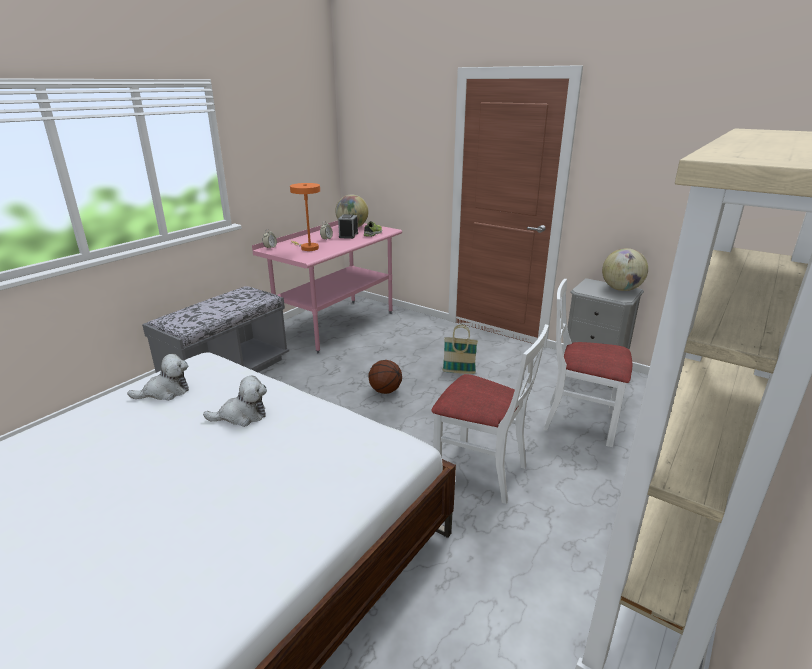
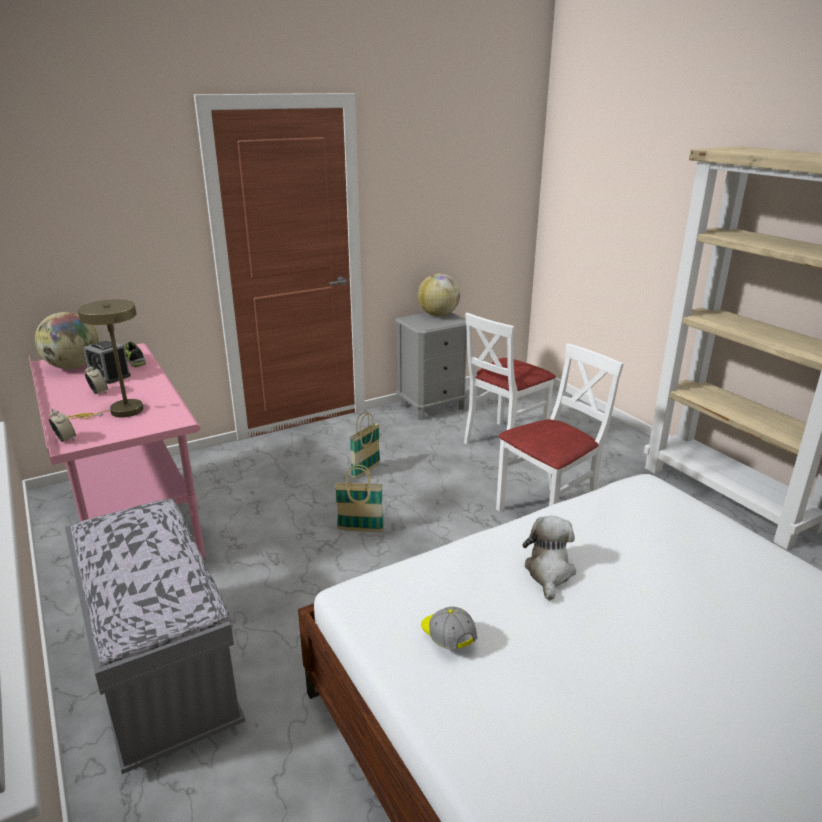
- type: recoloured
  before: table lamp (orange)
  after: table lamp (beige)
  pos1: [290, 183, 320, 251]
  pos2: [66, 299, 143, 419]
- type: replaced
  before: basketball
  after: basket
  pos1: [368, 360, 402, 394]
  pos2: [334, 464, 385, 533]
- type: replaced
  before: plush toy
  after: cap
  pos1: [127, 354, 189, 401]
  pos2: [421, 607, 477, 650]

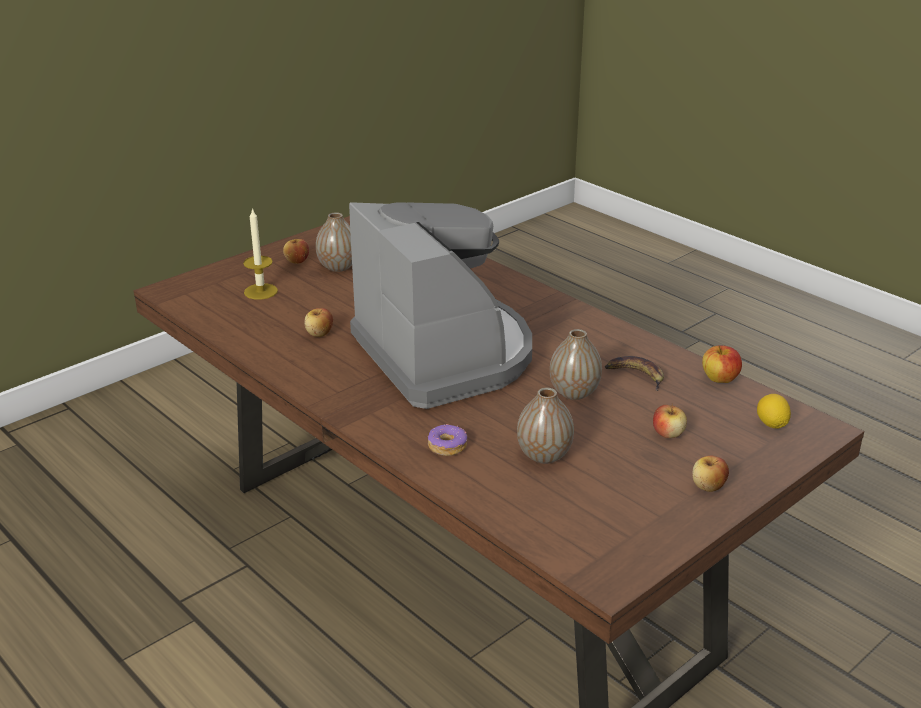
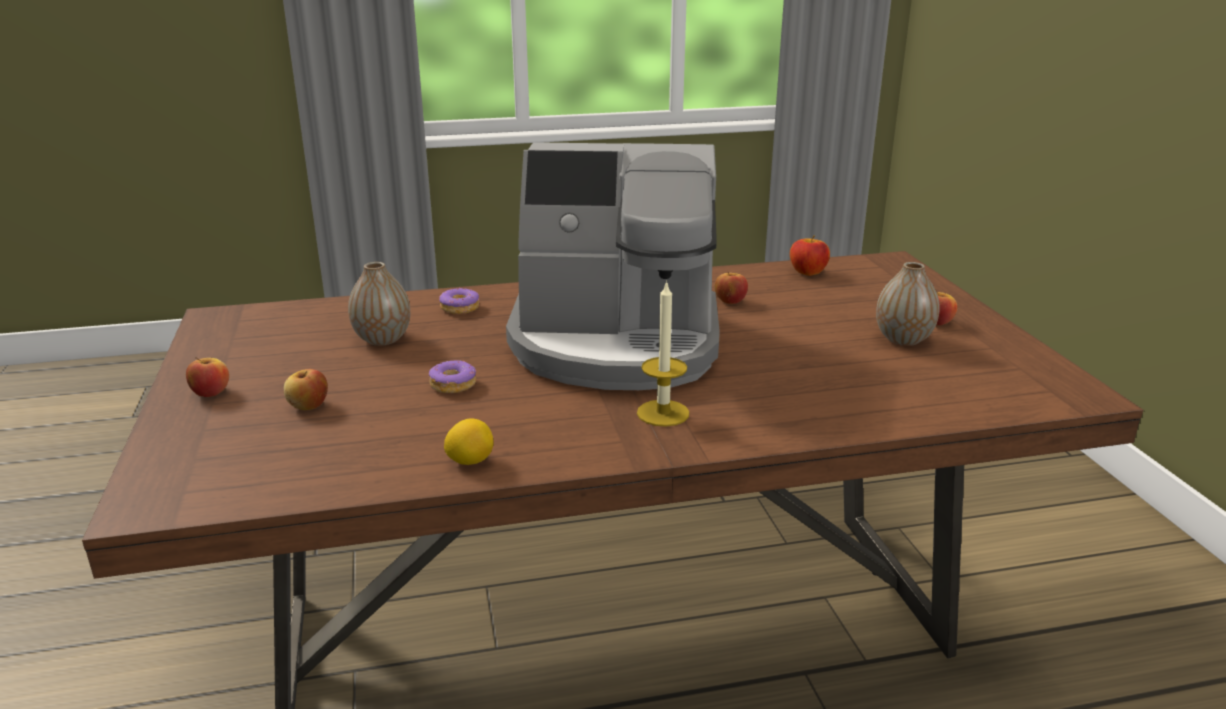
- type: replaced
  before: vase
  after: donut
  pos1: [550, 329, 602, 400]
  pos2: [429, 360, 476, 393]
- type: moved
  before: lemon
  pos1: [757, 394, 791, 429]
  pos2: [444, 418, 494, 465]
- type: moved
  before: candle
  pos1: [243, 208, 278, 300]
  pos2: [637, 280, 689, 427]
- type: moved
  before: apple
  pos1: [702, 346, 742, 383]
  pos2: [790, 235, 830, 276]
- type: removed
  before: banana
  pos1: [605, 356, 664, 391]

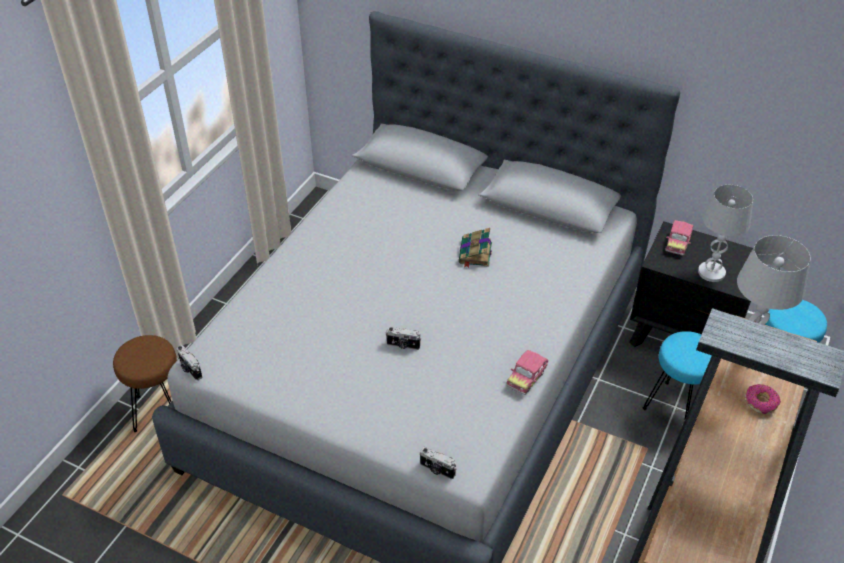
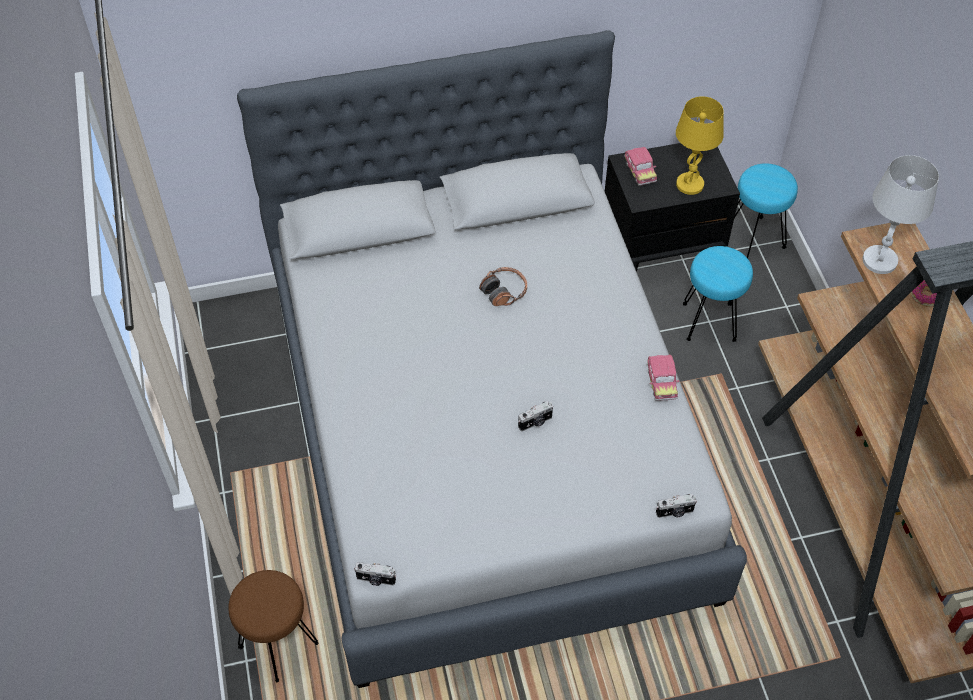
- type: replaced
  before: book
  after: headphones
  pos1: [459, 228, 492, 268]
  pos2: [479, 267, 527, 306]
- type: recoloured
  before: table lamp (white)
  after: table lamp (yellow)
  pos1: [698, 185, 753, 282]
  pos2: [676, 96, 724, 195]

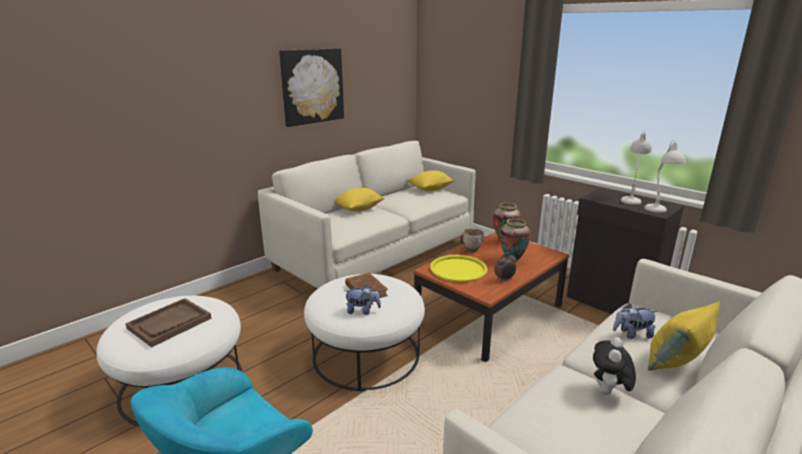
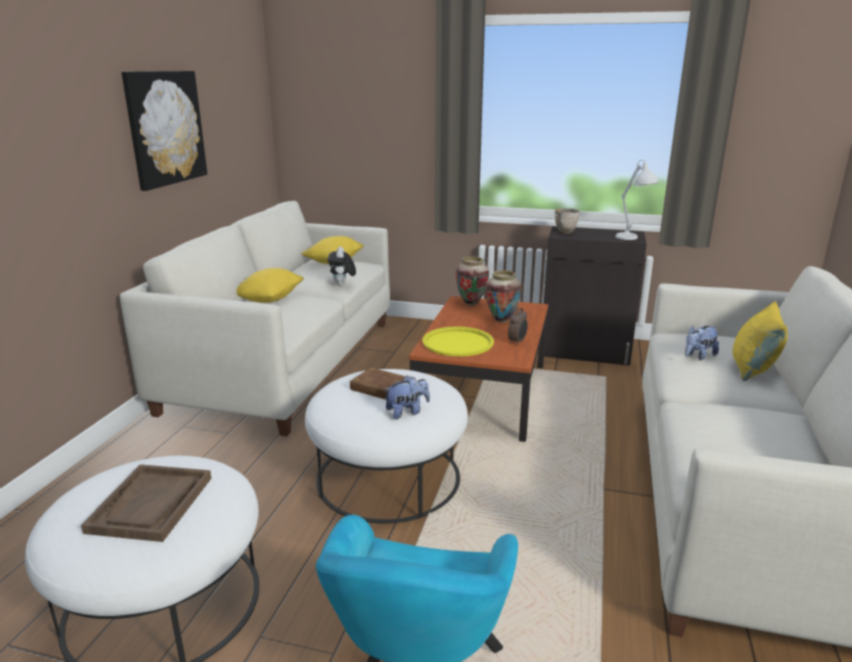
- type: moved
  before: plush toy
  pos1: [593, 337, 636, 395]
  pos2: [327, 246, 356, 286]
- type: moved
  before: bowl
  pos1: [461, 228, 485, 252]
  pos2: [554, 208, 580, 234]
- type: removed
  before: table lamp (white)
  pos1: [621, 132, 652, 205]

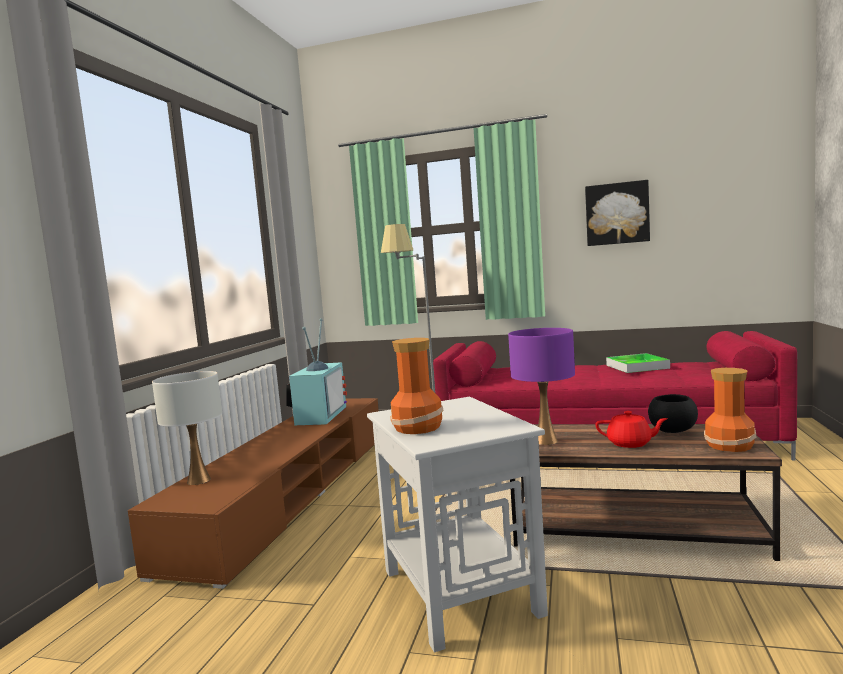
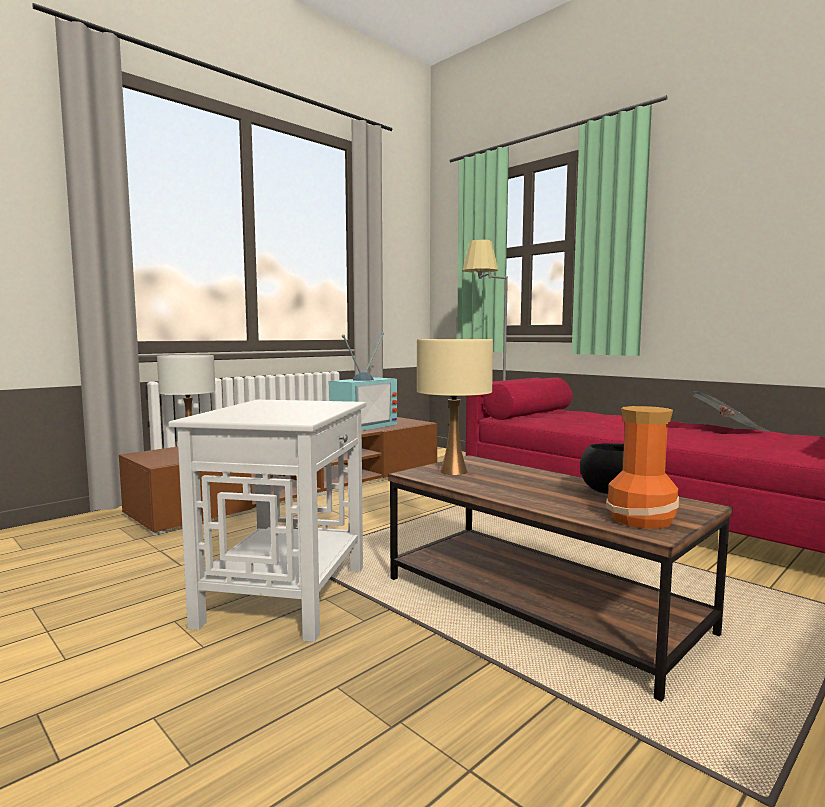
- type: recoloured
  before: table lamp (purple)
  after: table lamp (beige)
  pos1: [508, 328, 575, 445]
  pos2: [417, 339, 493, 475]
- type: replaced
  before: tray
  after: newspaper
  pos1: [606, 353, 670, 373]
  pos2: [692, 391, 769, 432]
- type: removed
  before: vase
  pos1: [390, 338, 444, 434]
- type: removed
  before: picture
  pos1: [585, 180, 650, 246]
- type: removed
  before: teapot (red)
  pos1: [595, 411, 667, 448]

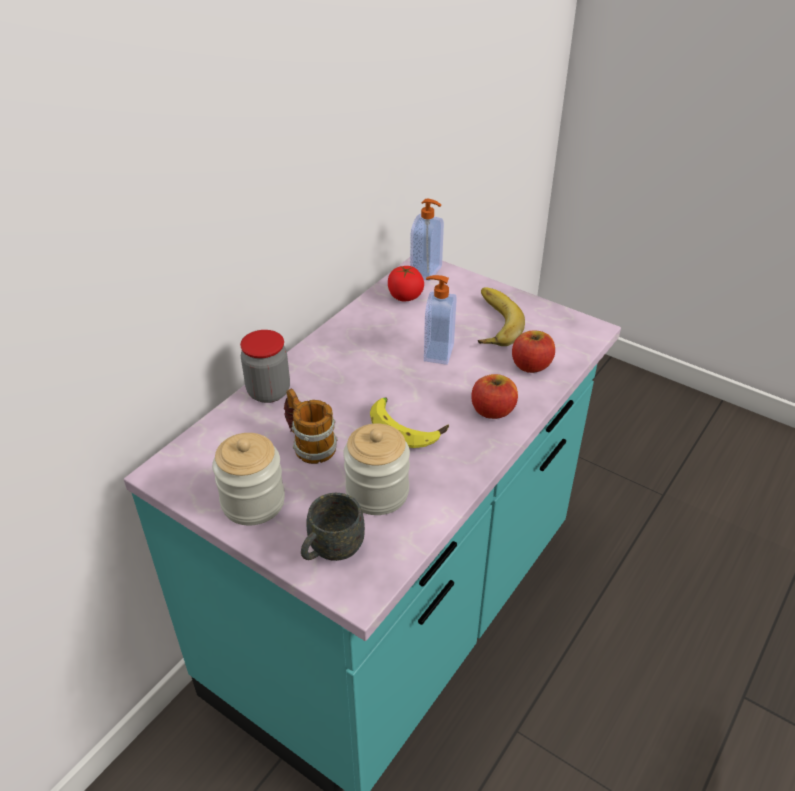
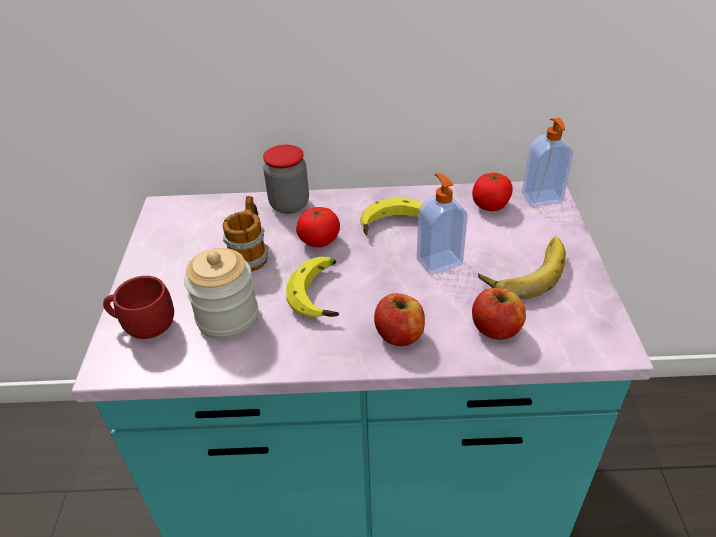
- type: recoloured
  before: mug (grey)
  after: mug (red)
  pos1: [301, 493, 365, 561]
  pos2: [103, 276, 174, 339]
- type: added
  after: tomato
  pos2: [296, 207, 340, 247]
- type: added
  after: banana
  pos2: [360, 198, 423, 235]
- type: removed
  before: jar
  pos1: [212, 433, 285, 525]

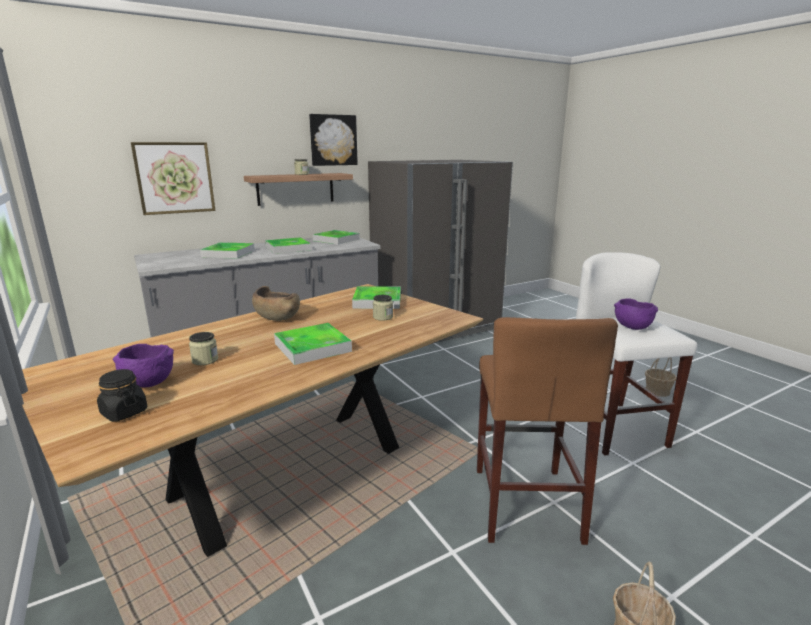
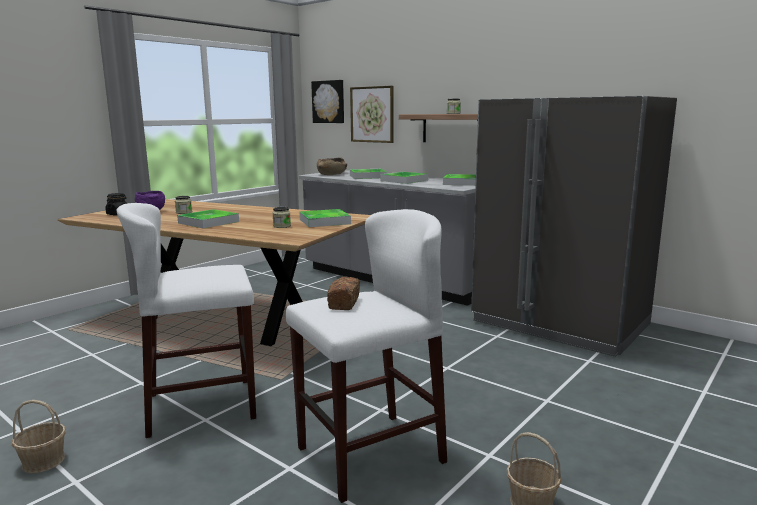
- type: recoloured
  before: stool (brown)
  after: stool (white)
  pos1: [477, 317, 618, 545]
  pos2: [117, 203, 256, 438]
- type: moved
  before: picture
  pos1: [309, 114, 358, 166]
  pos2: [311, 80, 344, 123]
- type: moved
  before: bowl (brown)
  pos1: [252, 286, 300, 321]
  pos2: [317, 157, 347, 175]
- type: replaced
  before: bowl (purple)
  after: bread
  pos1: [614, 299, 658, 330]
  pos2: [327, 277, 360, 310]

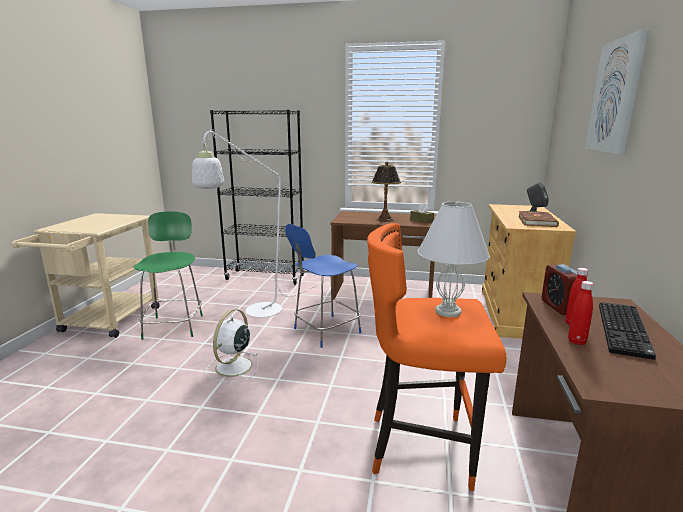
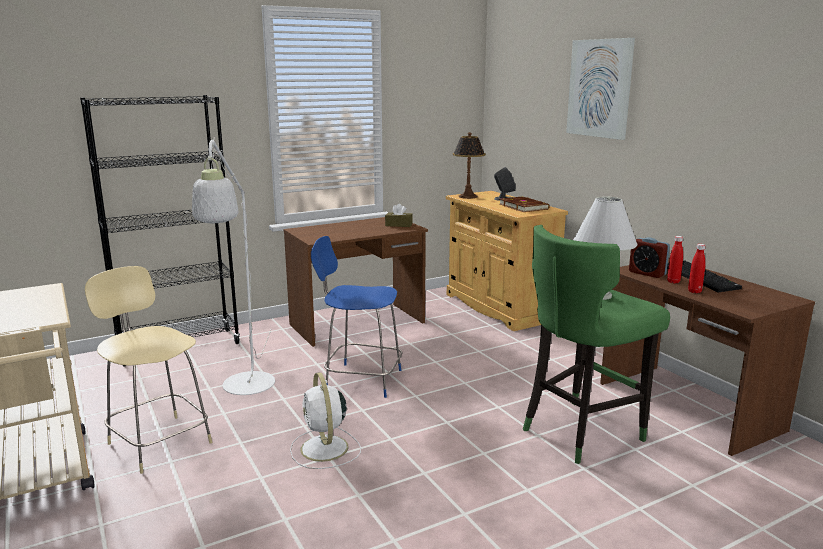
- type: recoloured
  before: chair (green)
  after: chair (beige)
  pos1: [133, 211, 203, 340]
  pos2: [85, 266, 212, 474]
- type: turned
  before: chair (blue)
  pos1: [285, 224, 361, 348]
  pos2: [311, 236, 402, 398]
  turn: 90
- type: moved
  before: table lamp
  pos1: [372, 162, 401, 222]
  pos2: [453, 132, 486, 199]
- type: recoloured
  before: stool (orange)
  after: stool (green)
  pos1: [367, 223, 507, 491]
  pos2: [523, 225, 670, 464]

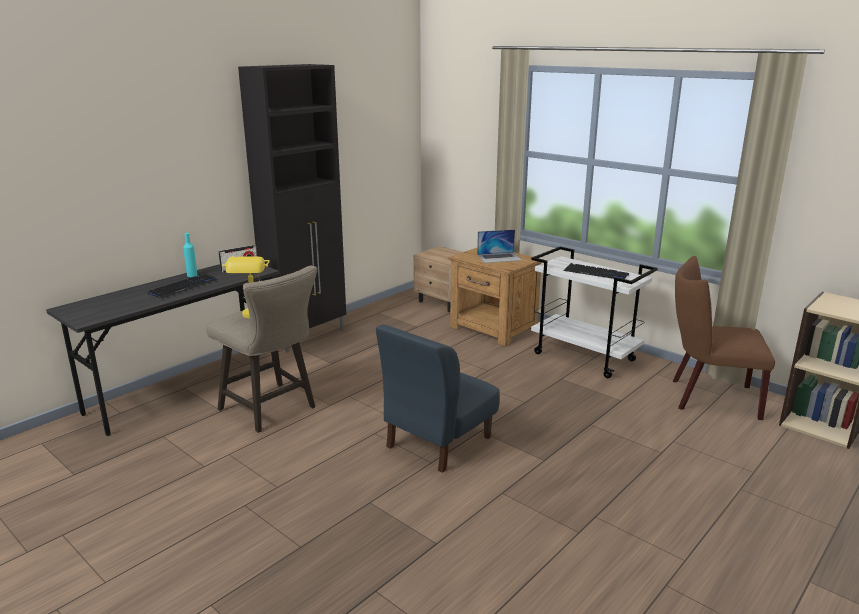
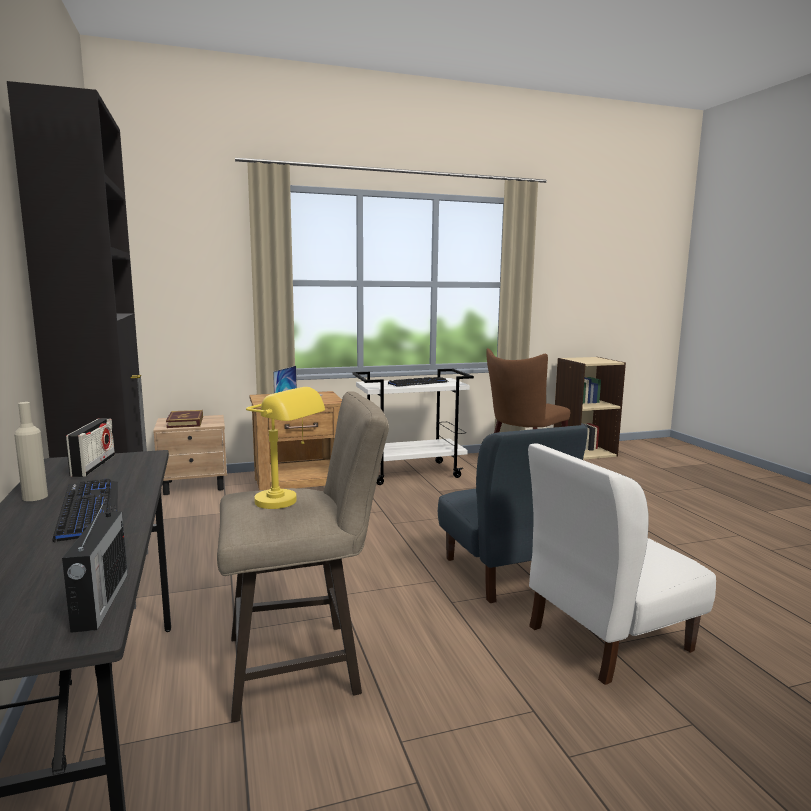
- type: recoloured
  before: bottle (turquoise)
  after: bottle (beige)
  pos1: [183, 233, 197, 277]
  pos2: [14, 402, 48, 501]
- type: added
  after: radio
  pos2: [62, 498, 128, 633]
- type: added
  after: book
  pos2: [166, 410, 203, 428]
- type: added
  after: chair (white)
  pos2: [528, 444, 716, 685]

